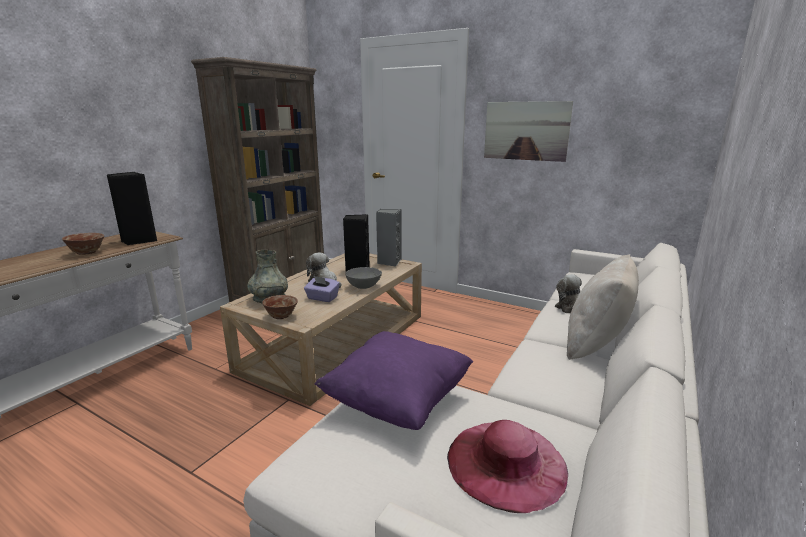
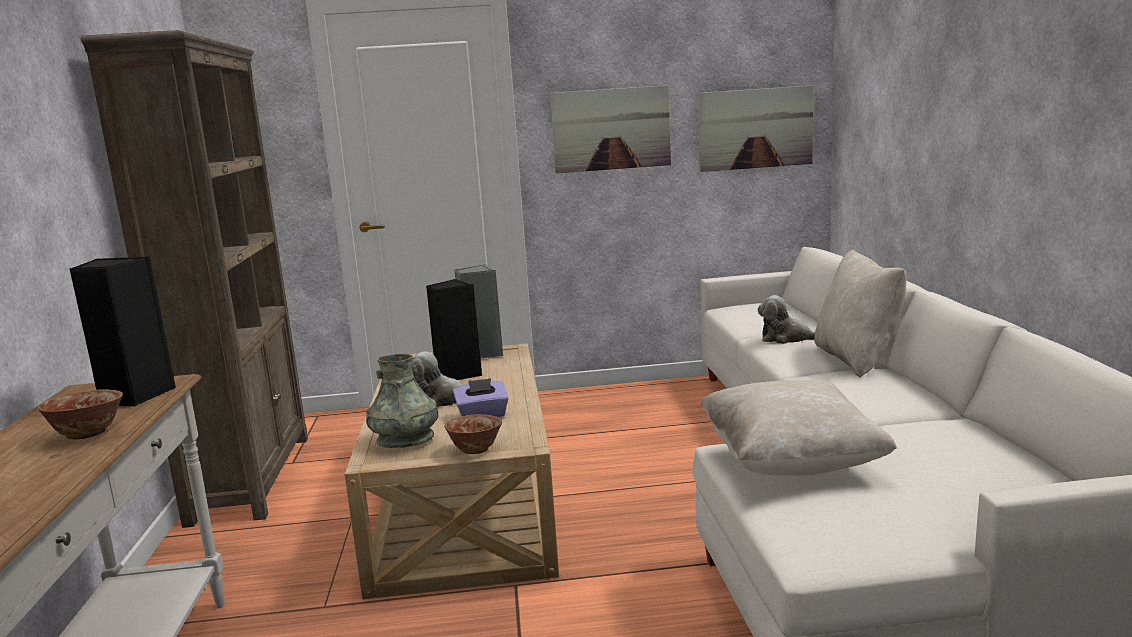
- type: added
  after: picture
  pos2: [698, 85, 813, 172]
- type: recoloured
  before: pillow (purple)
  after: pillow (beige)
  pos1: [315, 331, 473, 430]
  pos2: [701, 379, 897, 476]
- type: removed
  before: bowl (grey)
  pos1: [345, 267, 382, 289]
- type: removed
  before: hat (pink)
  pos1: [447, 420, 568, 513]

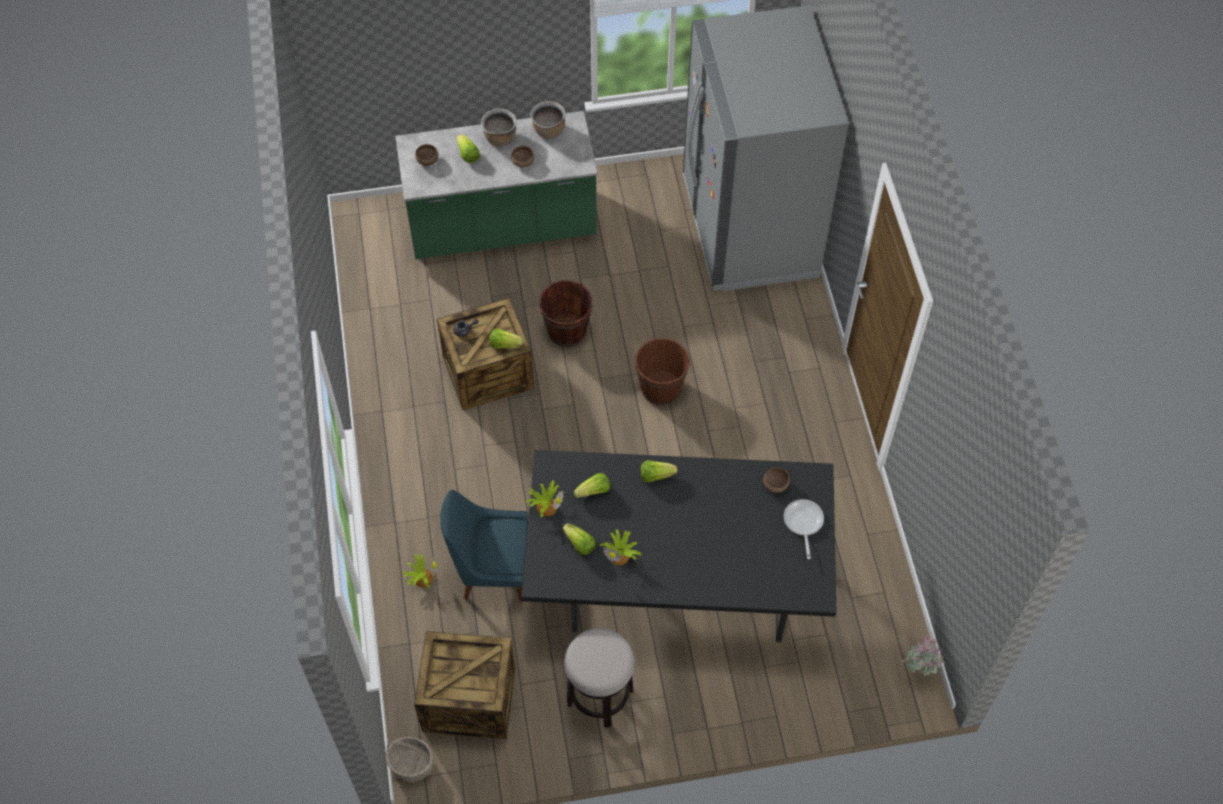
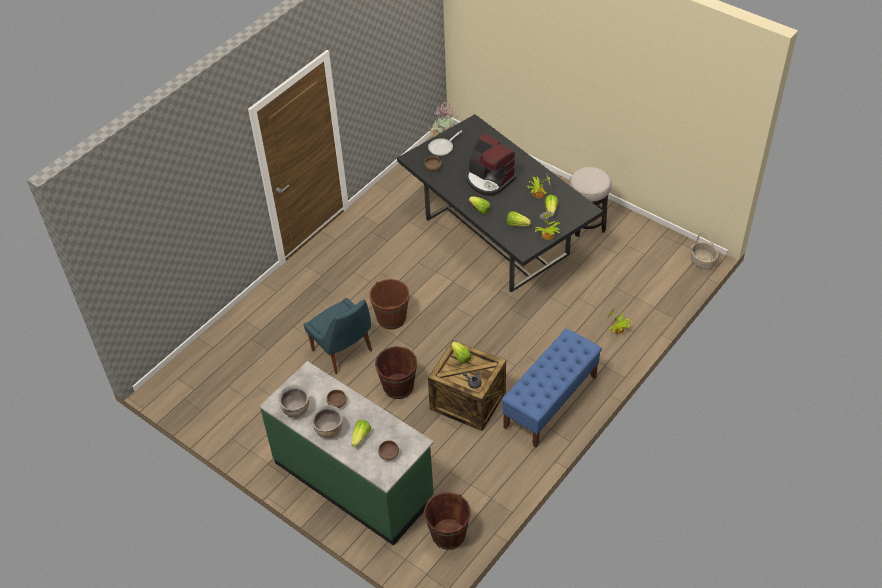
- type: moved
  before: chair (blue)
  pos1: [440, 490, 528, 602]
  pos2: [304, 298, 372, 374]
- type: added
  after: bucket (brown)
  pos2: [424, 492, 471, 550]
- type: added
  after: coffee machine
  pos2: [466, 134, 516, 196]
- type: added
  after: bench (blue)
  pos2: [501, 329, 602, 448]
- type: removed
  before: crate
  pos1: [414, 631, 516, 739]
- type: removed
  before: fridge (grey)
  pos1: [683, 5, 849, 291]

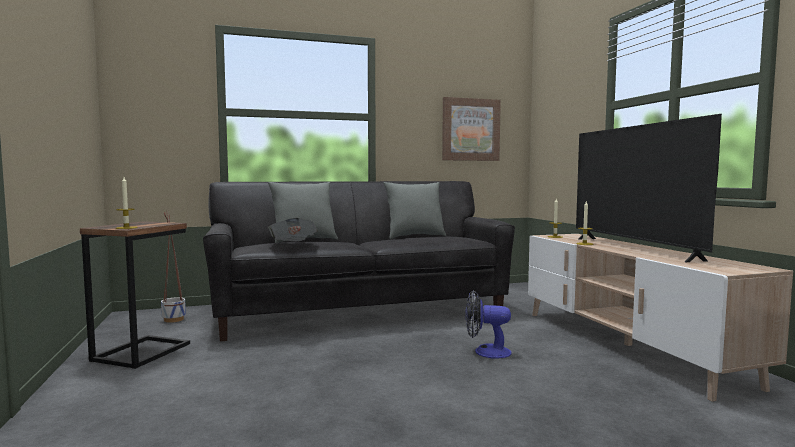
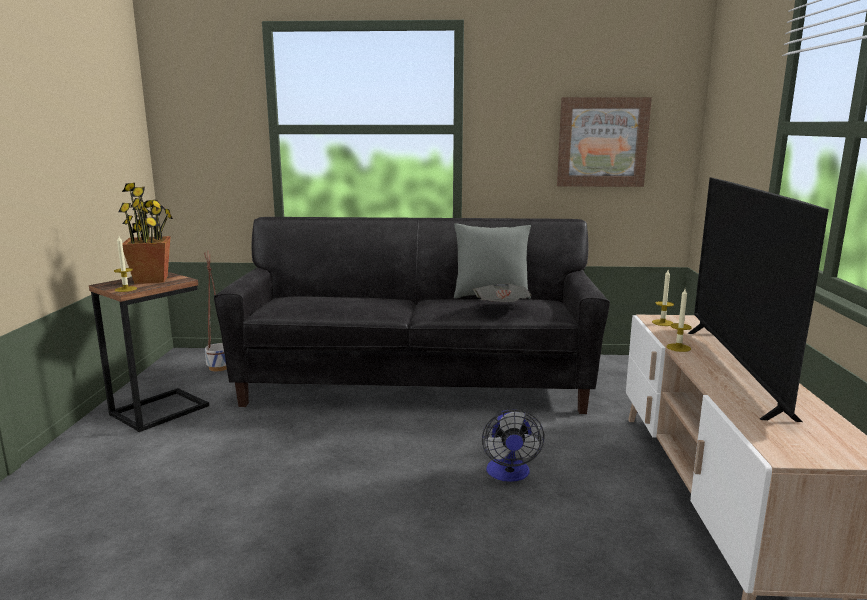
- type: added
  after: potted plant
  pos2: [118, 183, 173, 284]
- type: moved
  before: newspaper
  pos1: [268, 218, 318, 241]
  pos2: [472, 283, 532, 302]
- type: turned
  before: fan
  pos1: [466, 290, 512, 358]
  pos2: [482, 410, 545, 482]
  turn: -120
- type: removed
  before: pillow (grey)
  pos1: [268, 182, 338, 243]

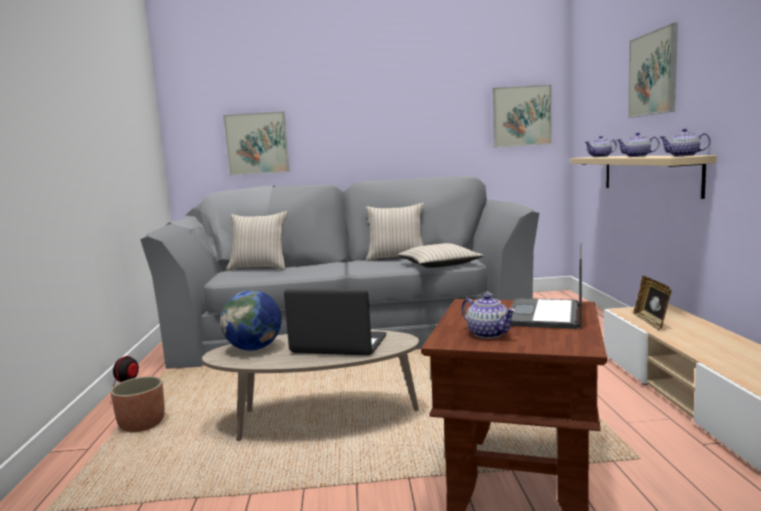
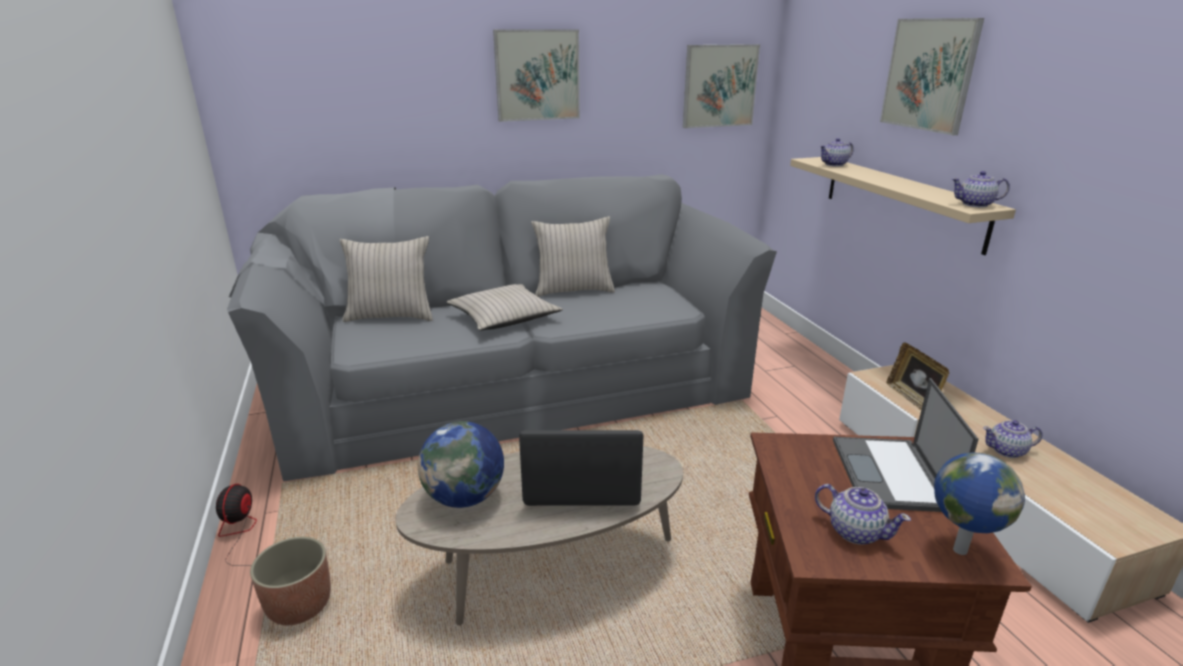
- type: moved
  before: pillow (beige)
  pos1: [398, 243, 484, 268]
  pos2: [447, 284, 563, 330]
- type: moved
  before: picture
  pos1: [223, 112, 290, 176]
  pos2: [493, 29, 580, 122]
- type: added
  after: globe
  pos2: [934, 452, 1025, 555]
- type: moved
  before: teapot
  pos1: [617, 133, 660, 157]
  pos2: [983, 420, 1043, 458]

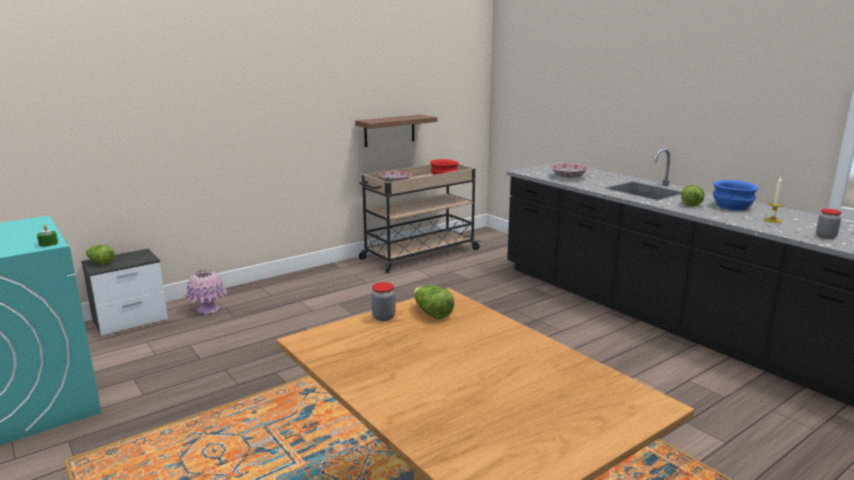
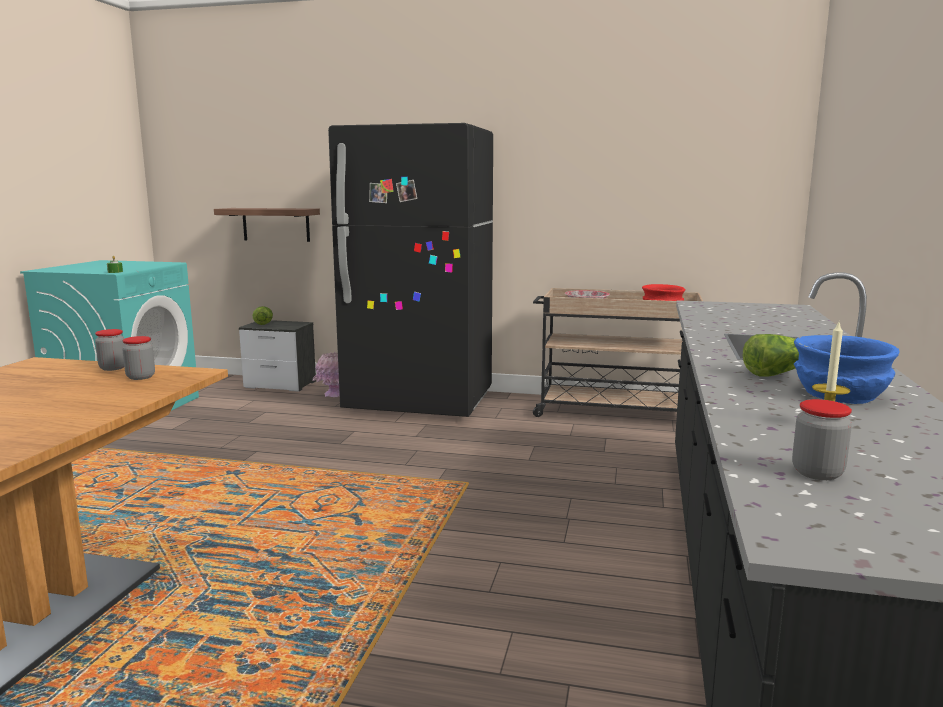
- type: replaced
  before: lettuce
  after: jar
  pos1: [414, 285, 454, 319]
  pos2: [122, 336, 155, 380]
- type: moved
  before: shelf
  pos1: [355, 114, 437, 147]
  pos2: [214, 208, 320, 242]
- type: added
  after: fridge (black)
  pos2: [328, 123, 493, 417]
- type: removed
  before: bowl
  pos1: [550, 164, 589, 178]

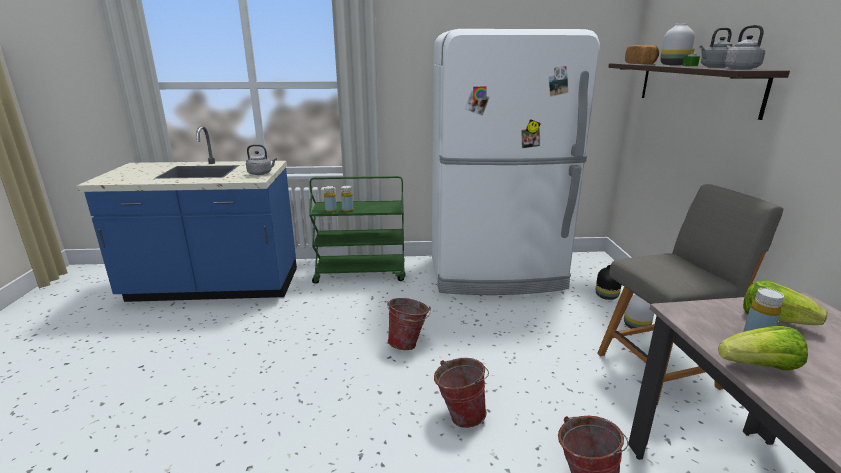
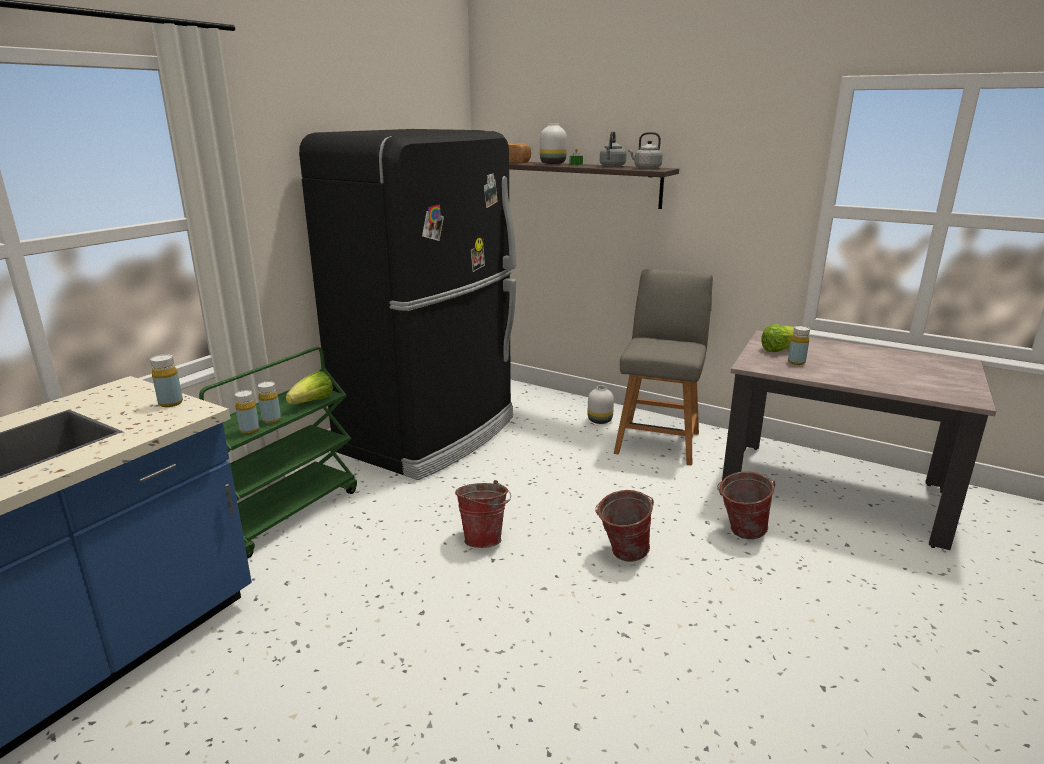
- type: replaced
  before: kettle (grey)
  after: bottle (yellow)
  pos1: [246, 144, 277, 175]
  pos2: [150, 354, 183, 407]
- type: moved
  before: lettuce
  pos1: [718, 326, 808, 371]
  pos2: [286, 371, 333, 404]
- type: recoloured
  before: fridge (white)
  after: fridge (black)
  pos1: [432, 29, 600, 295]
  pos2: [299, 129, 516, 480]
- type: removed
  before: vase (black)
  pos1: [596, 265, 622, 300]

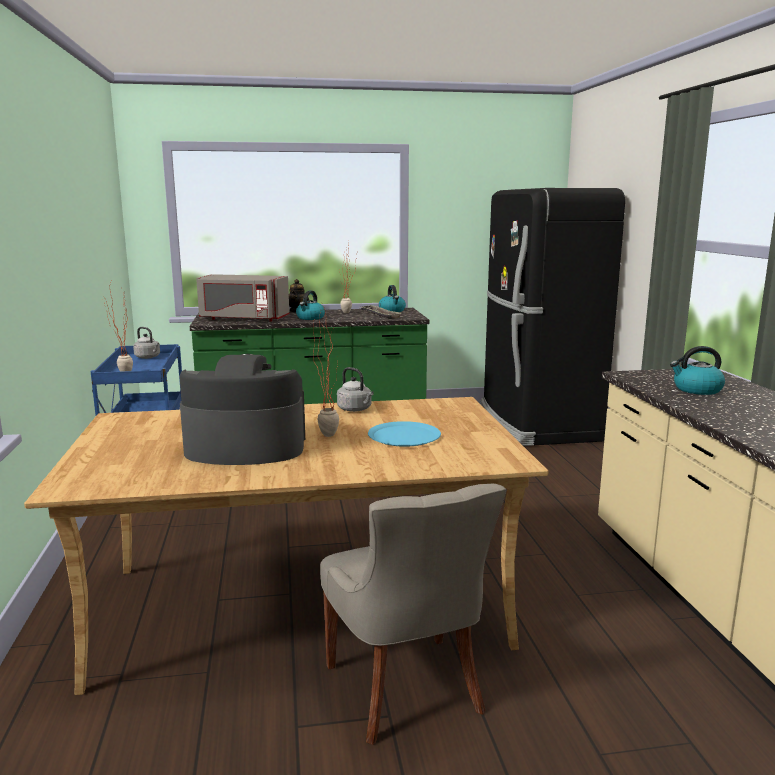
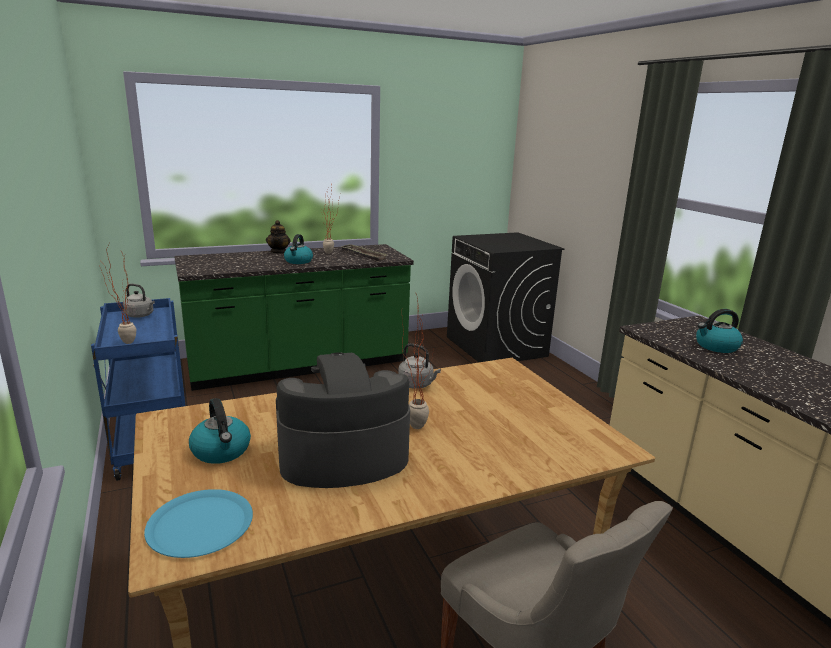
- type: moved
  before: plate (blue)
  pos1: [368, 421, 441, 447]
  pos2: [144, 489, 253, 558]
- type: moved
  before: kettle
  pos1: [379, 285, 406, 312]
  pos2: [189, 398, 251, 464]
- type: replaced
  before: fridge (black)
  after: washing machine (black)
  pos1: [481, 188, 625, 446]
  pos2: [447, 232, 564, 362]
- type: removed
  before: microwave (grey)
  pos1: [196, 274, 289, 322]

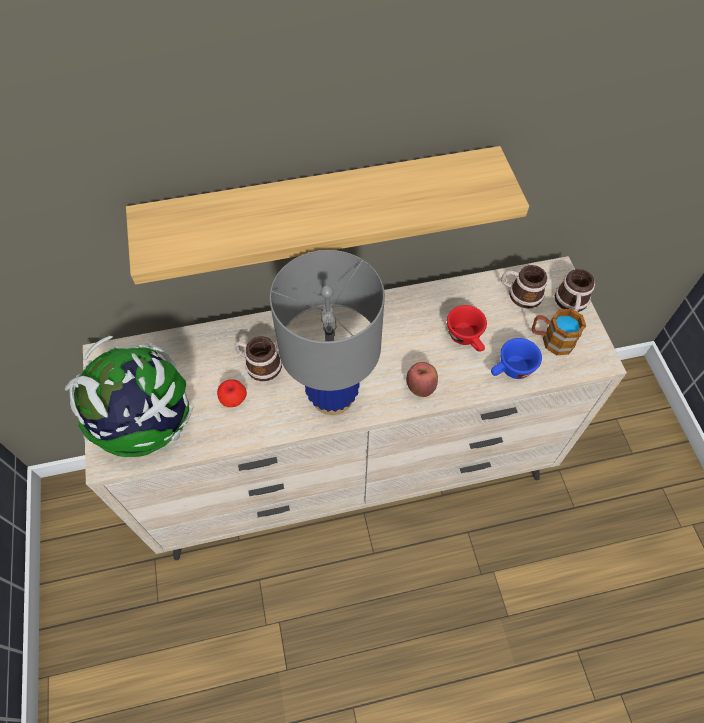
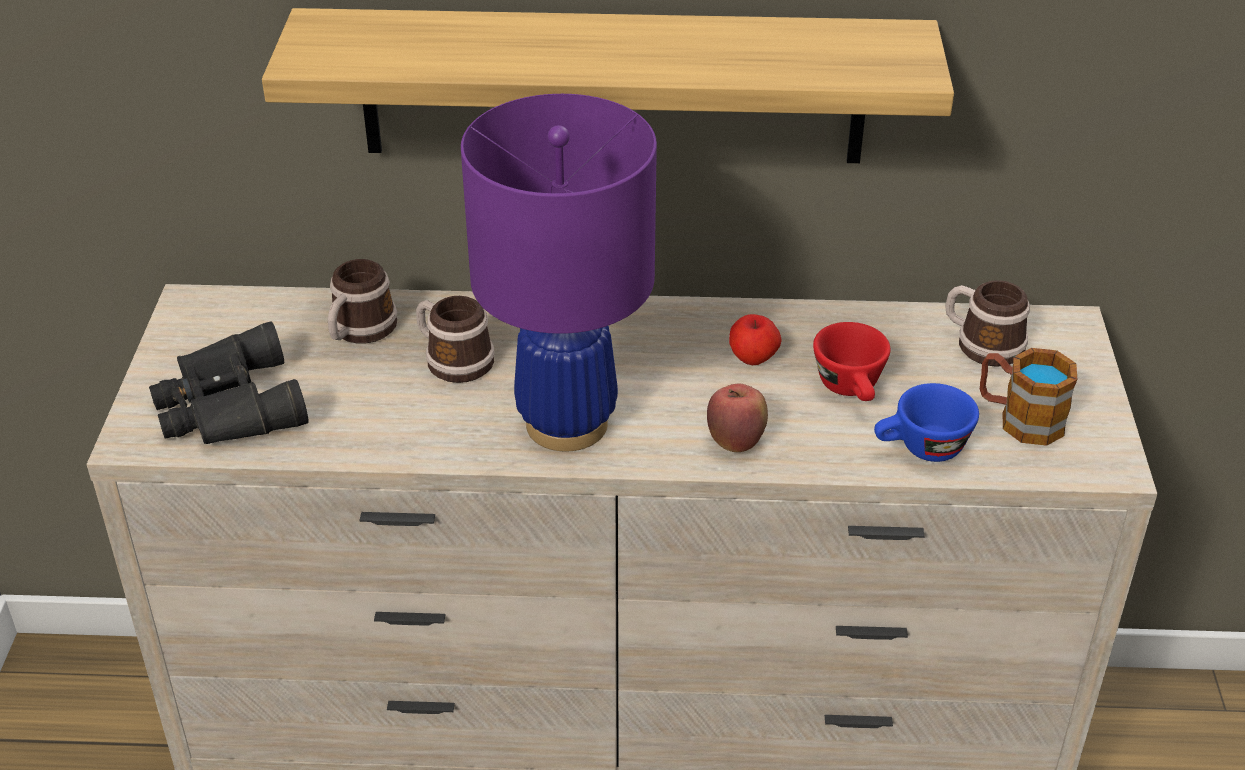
- type: replaced
  before: globe
  after: binoculars (black)
  pos1: [65, 336, 194, 457]
  pos2: [149, 321, 309, 444]
- type: moved
  before: mug
  pos1: [555, 269, 595, 312]
  pos2: [328, 259, 397, 344]
- type: recoloured
  before: table lamp (grey)
  after: table lamp (purple)
  pos1: [270, 250, 385, 415]
  pos2: [461, 94, 657, 451]
- type: moved
  before: apple
  pos1: [217, 379, 247, 407]
  pos2: [729, 314, 781, 365]

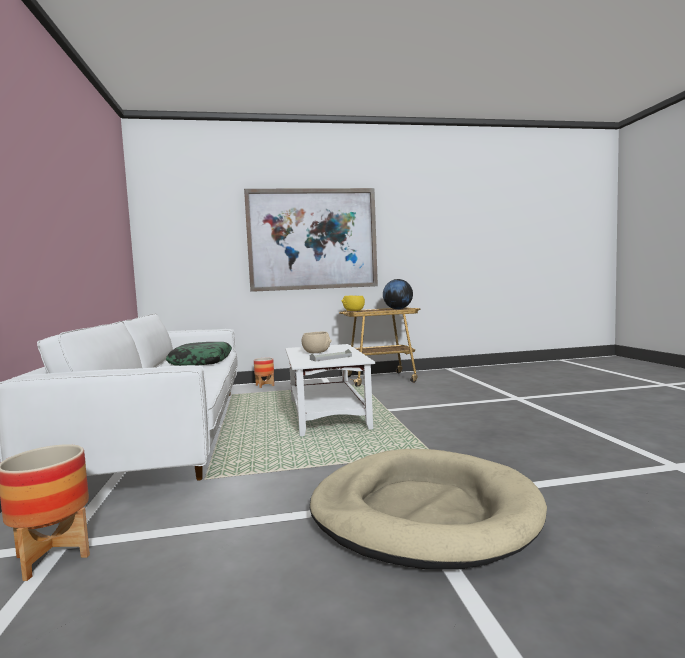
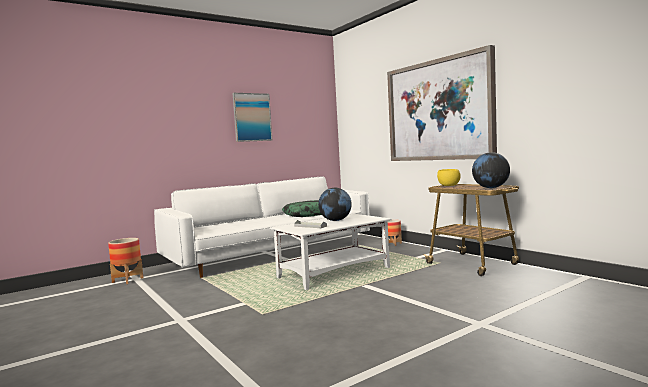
- type: added
  after: picture
  pos2: [233, 93, 272, 142]
- type: replaced
  before: bowl (beige)
  after: globe
  pos1: [302, 331, 332, 353]
  pos2: [318, 188, 352, 221]
- type: removed
  before: dog bed (beige)
  pos1: [310, 449, 547, 569]

